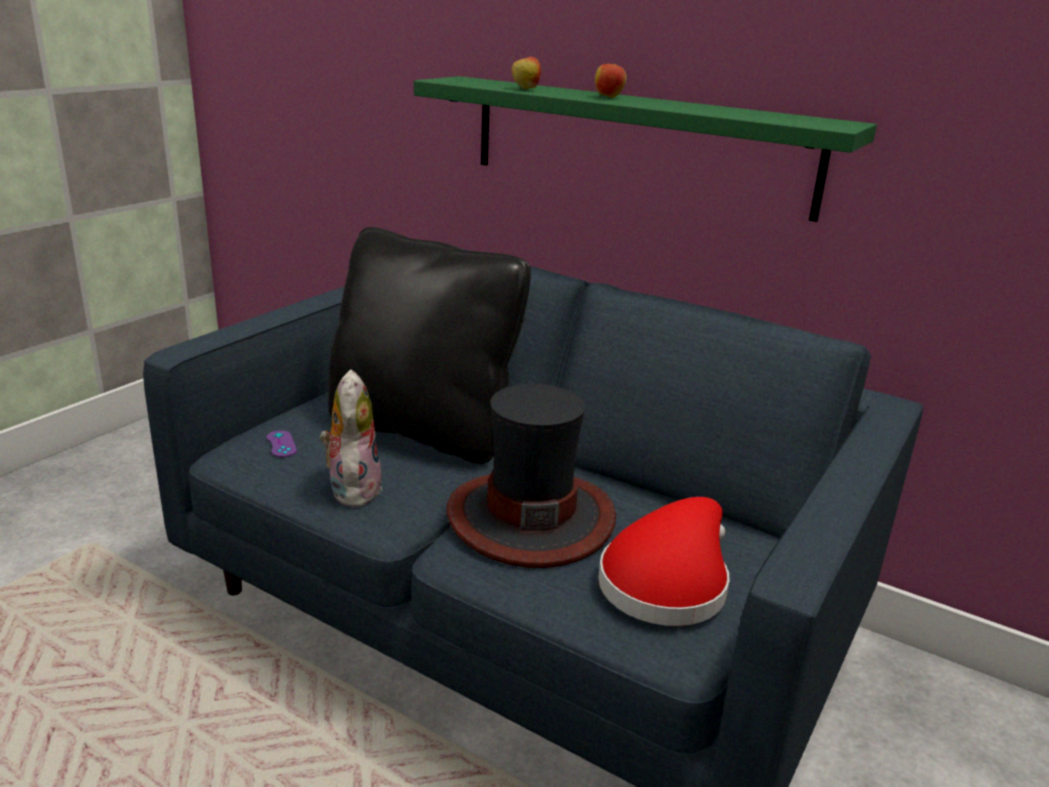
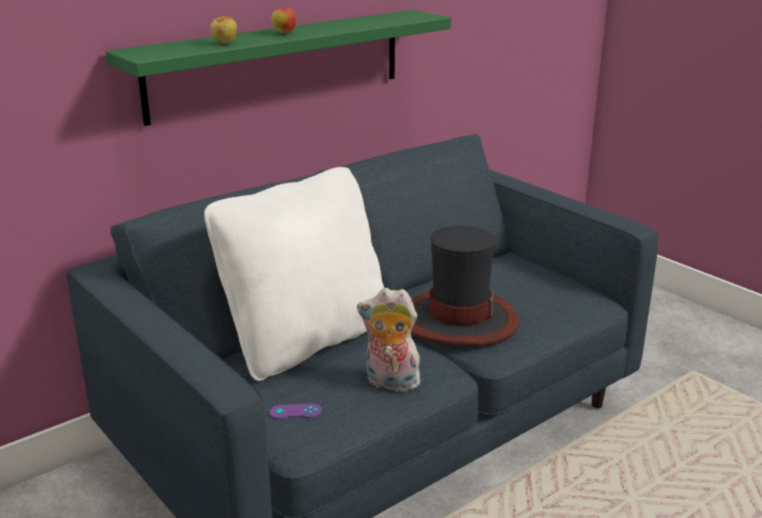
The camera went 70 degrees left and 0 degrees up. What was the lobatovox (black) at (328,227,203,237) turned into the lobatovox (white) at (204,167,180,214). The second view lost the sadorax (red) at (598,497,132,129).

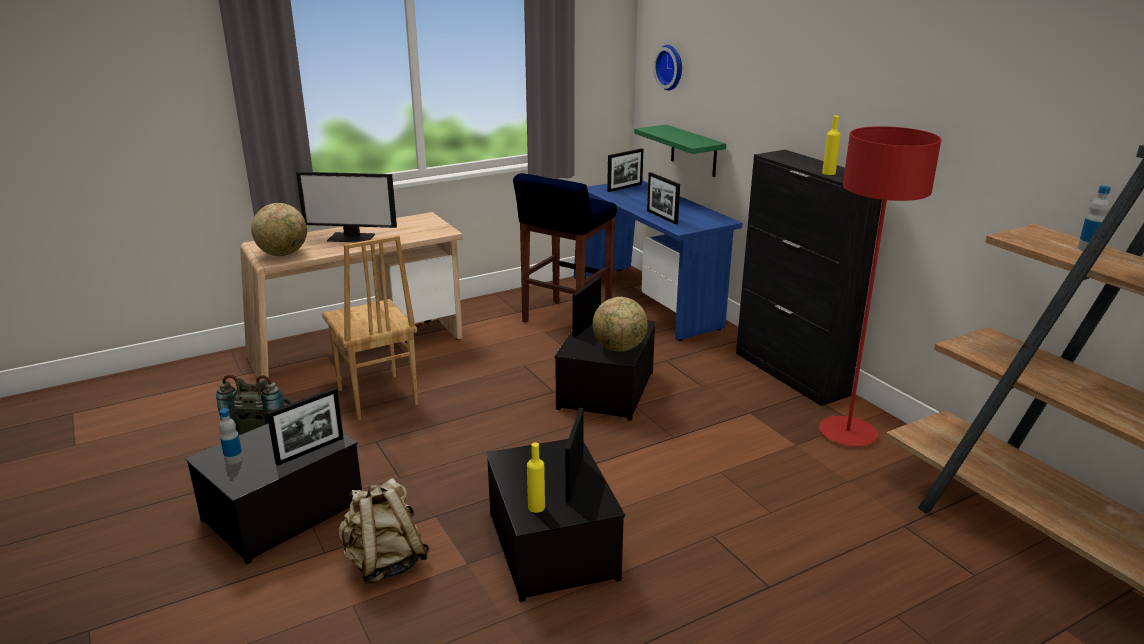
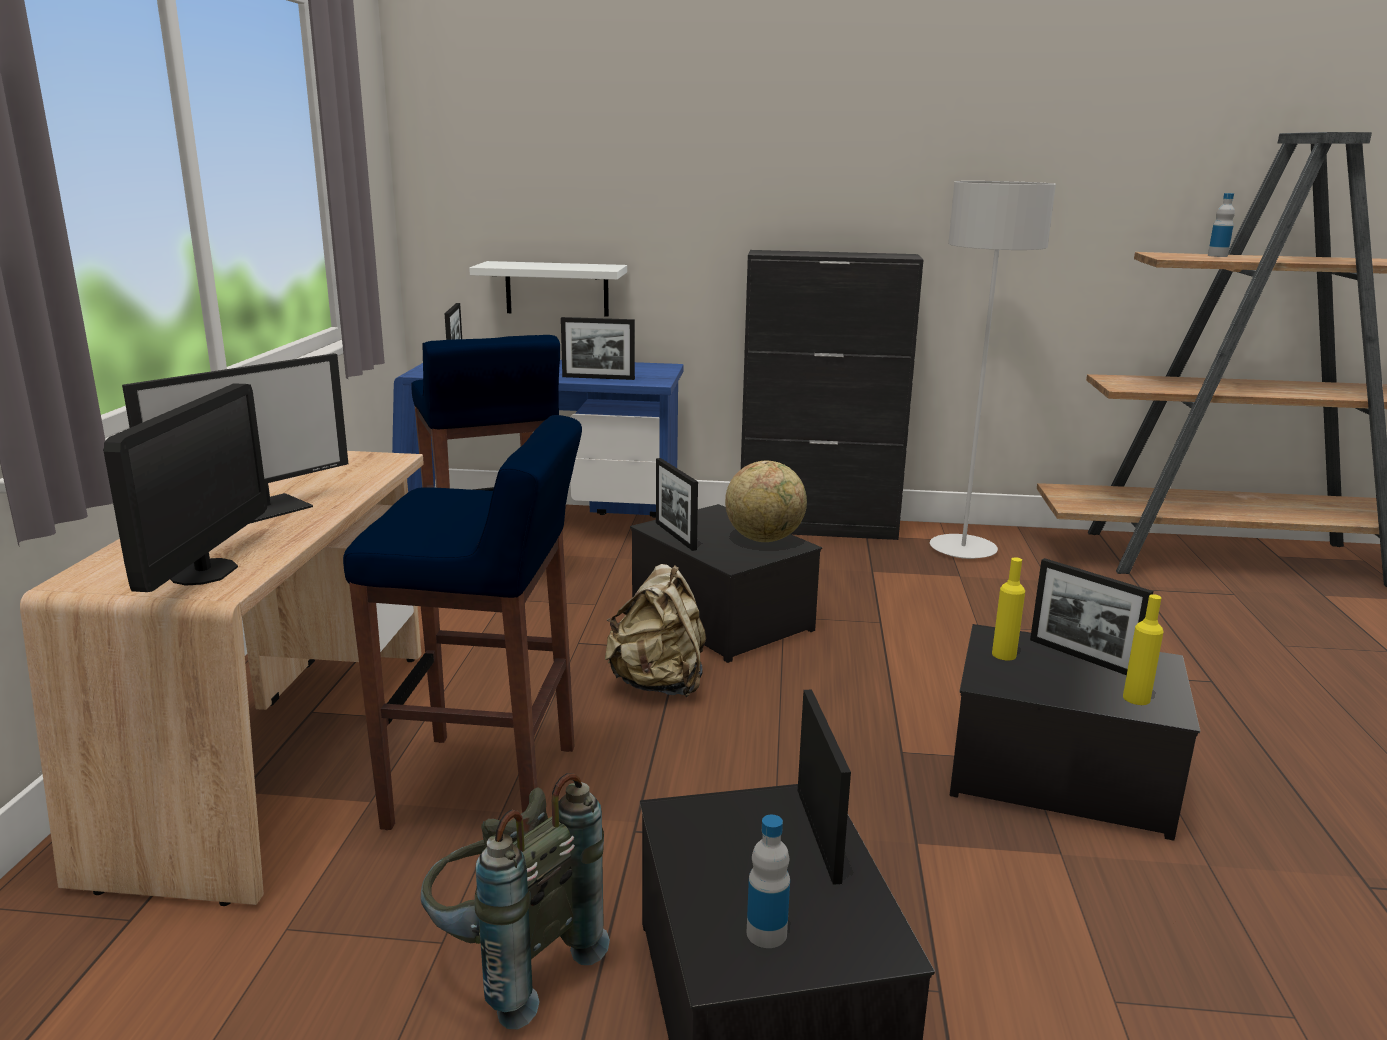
The camera went 55 degrees left and 5 degrees down. Where the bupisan stood at (251,203,56,53), the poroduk came to stand at (103,383,164,209). Where the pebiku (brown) stood at (322,235,96,185), the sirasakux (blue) came to stand at (343,415,239,415). What was the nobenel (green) at (634,125,92,52) turned into the nobenel (white) at (469,261,158,56). The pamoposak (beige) ended up elsewhere, having gone from (339,478,91,106) to (605,564,101,133). What was the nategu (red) at (819,126,123,320) turned into the nategu (grey) at (930,181,126,378). The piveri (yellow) ended up elsewhere, having gone from (822,116,19,59) to (992,557,33,103). The second view lost the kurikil at (653,45,29,46).

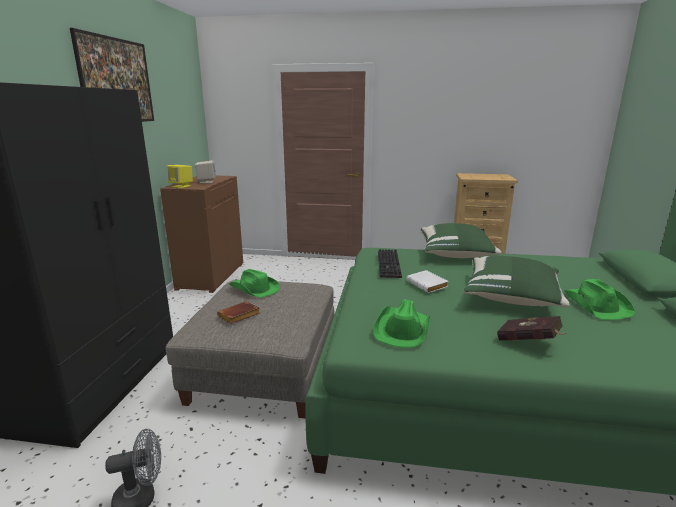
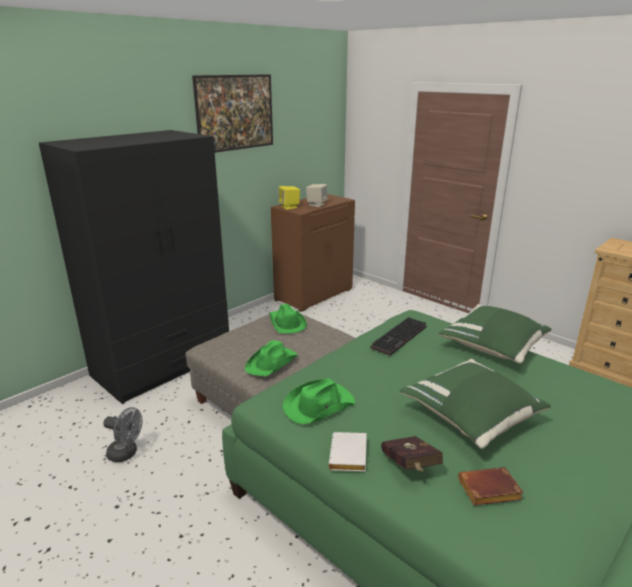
The camera went 35 degrees right and 5 degrees up. The sadorax (green) ended up elsewhere, having gone from (564,279,71,41) to (244,340,54,36). The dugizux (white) ended up elsewhere, having gone from (406,270,43,23) to (328,432,39,40). The dugizux (brown) ended up elsewhere, having gone from (217,301,43,23) to (458,467,66,38).

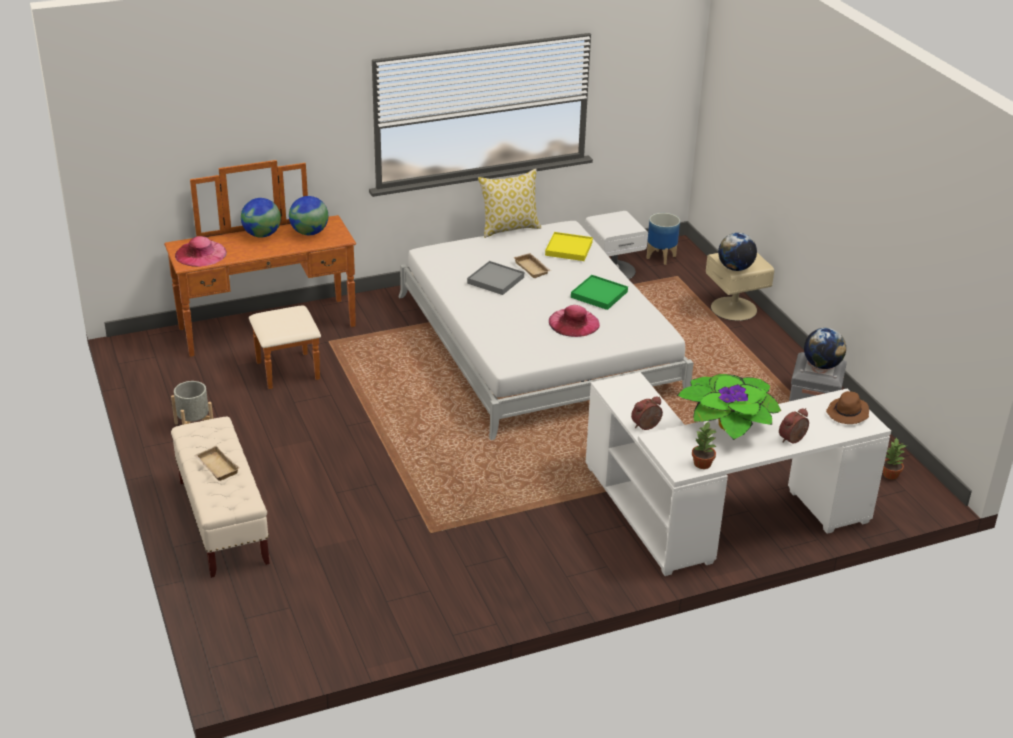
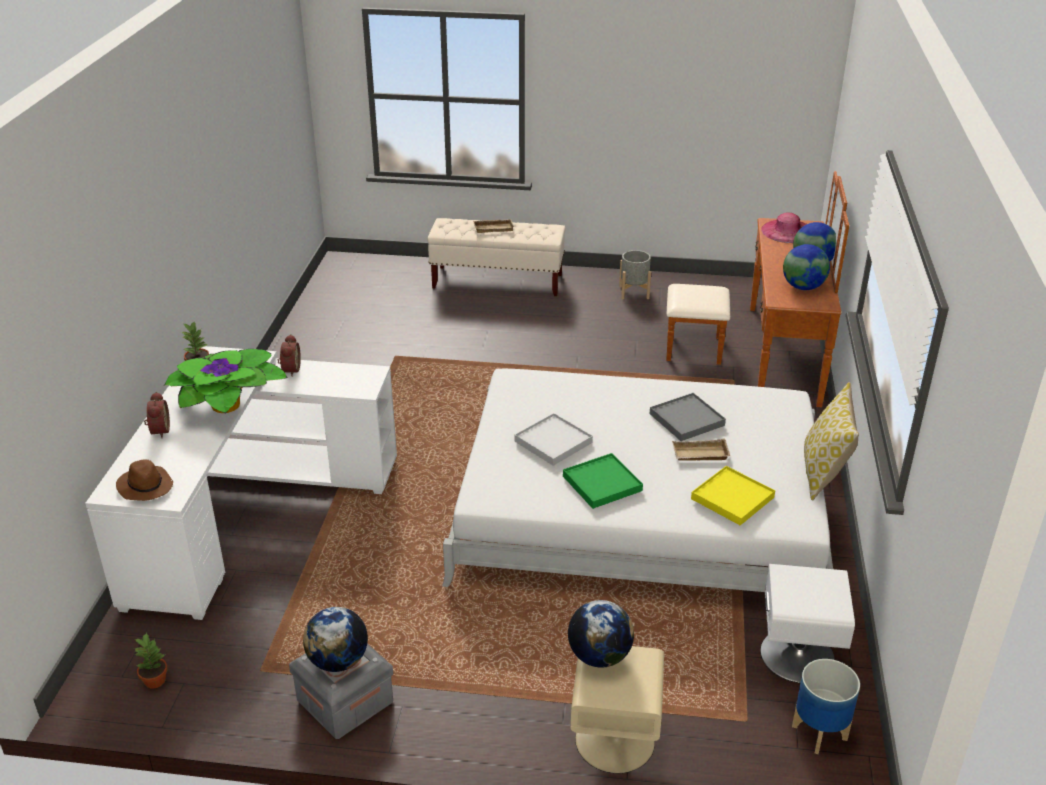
The camera went 120 degrees right and 0 degrees up. Where the sadorax (pink) stood at (548,305,52,32), the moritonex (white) came to stand at (514,413,79,53).

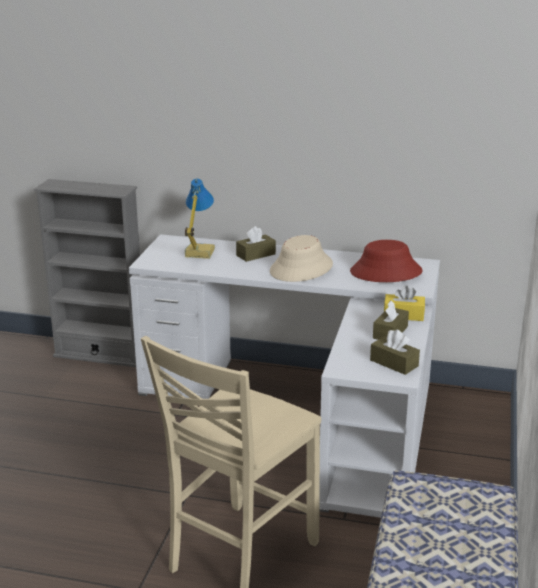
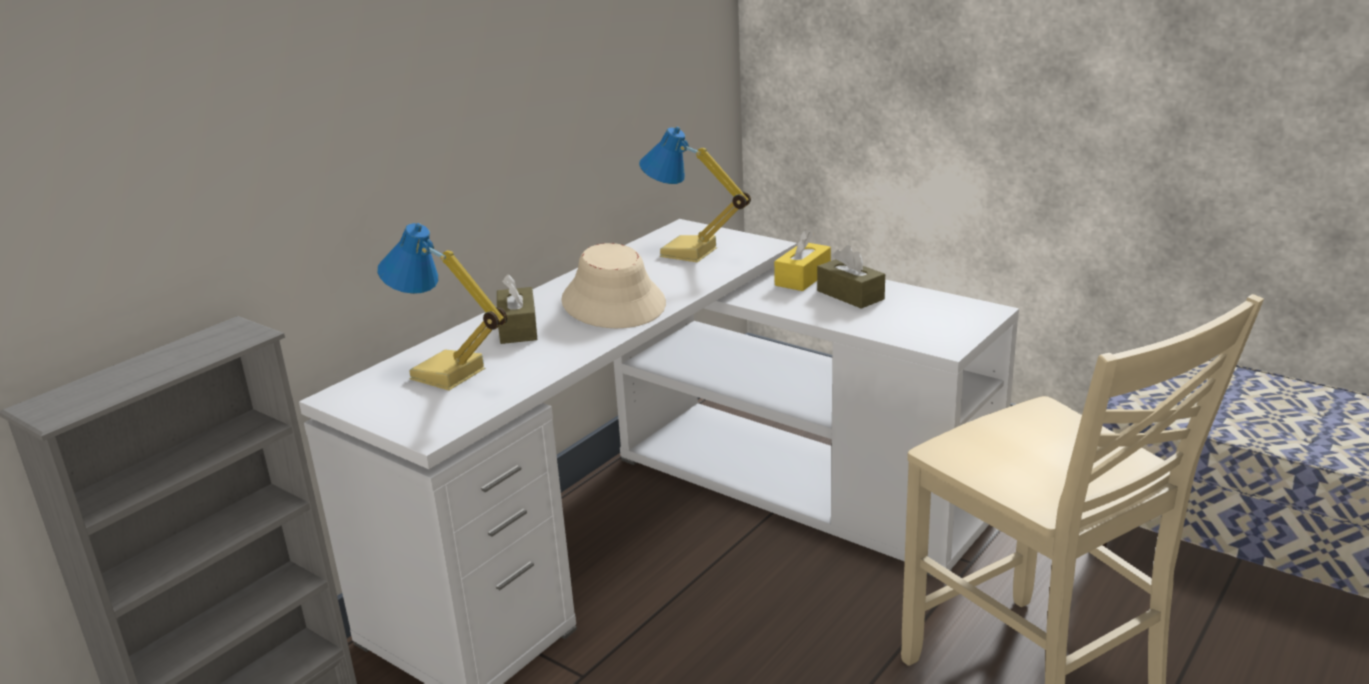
The camera went 65 degrees left and 0 degrees up. Where the sadorax (red) stood at (350,240,73,42), the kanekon came to stand at (639,127,112,136). The second view lost the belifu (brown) at (370,330,50,45).

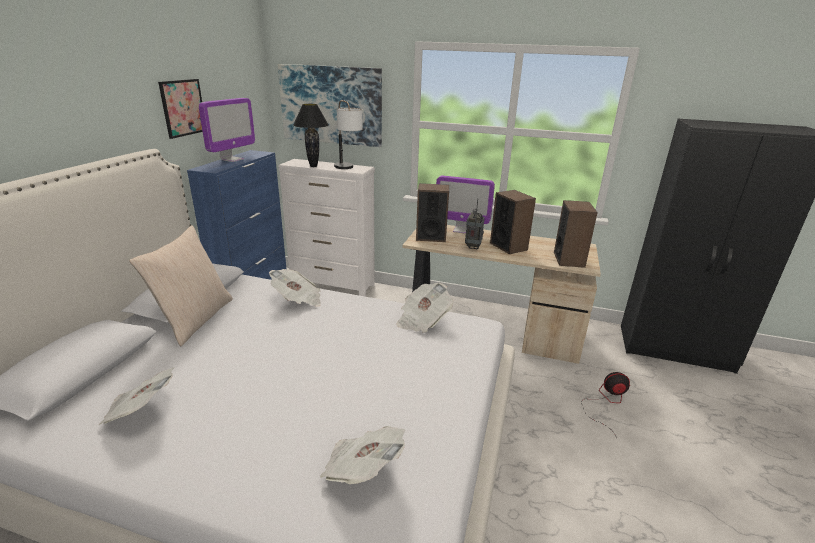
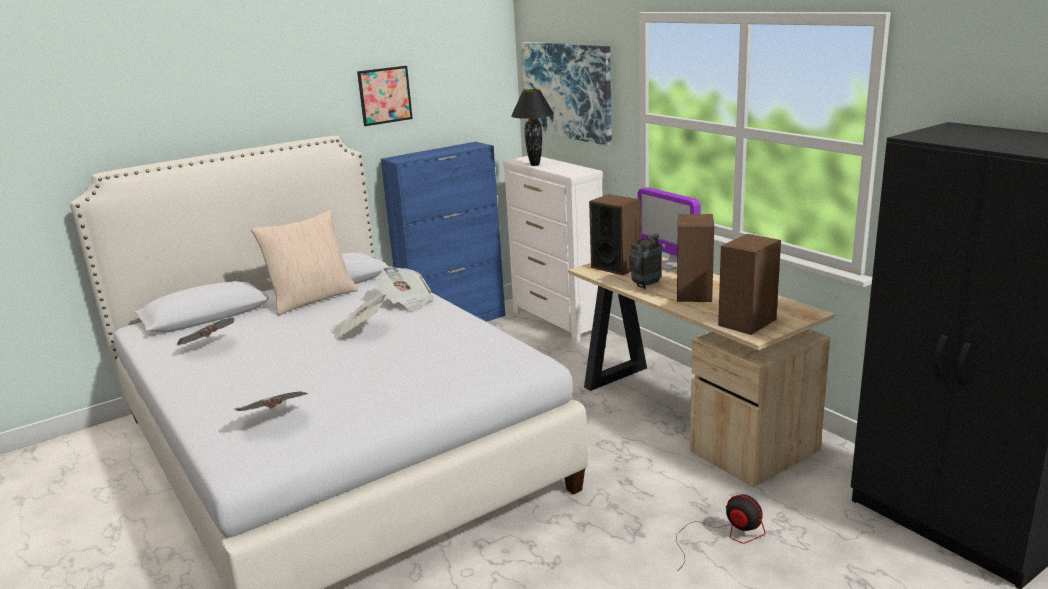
The camera went 40 degrees right and 5 degrees down. The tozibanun ended up elsewhere, having gone from (396,283,57,50) to (331,294,56,44). The second view lost the poroduk at (199,98,56,64). The second view lost the kanekon at (334,100,29,69).

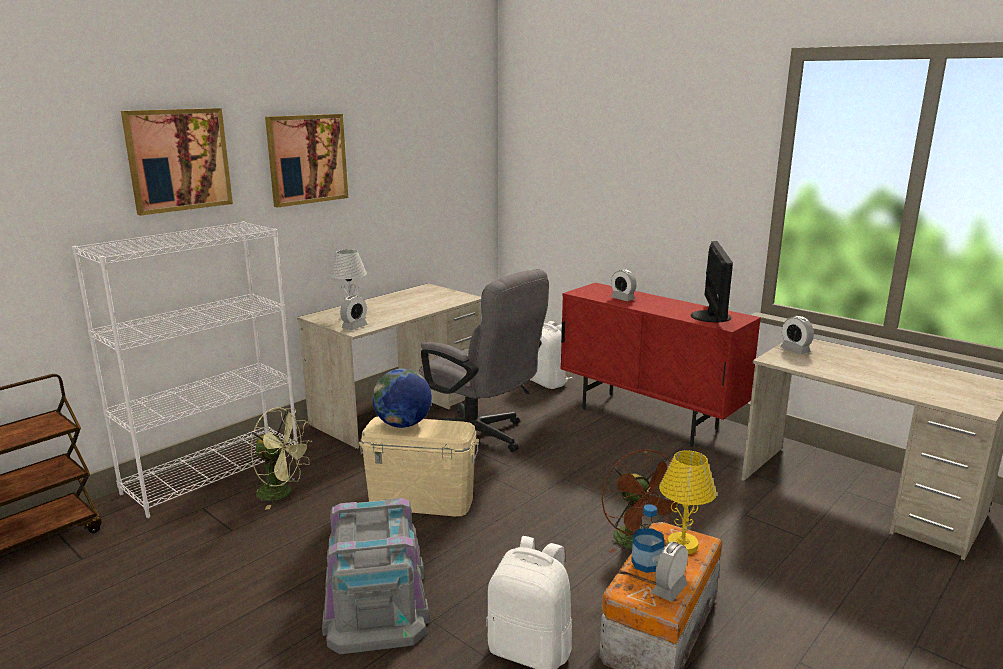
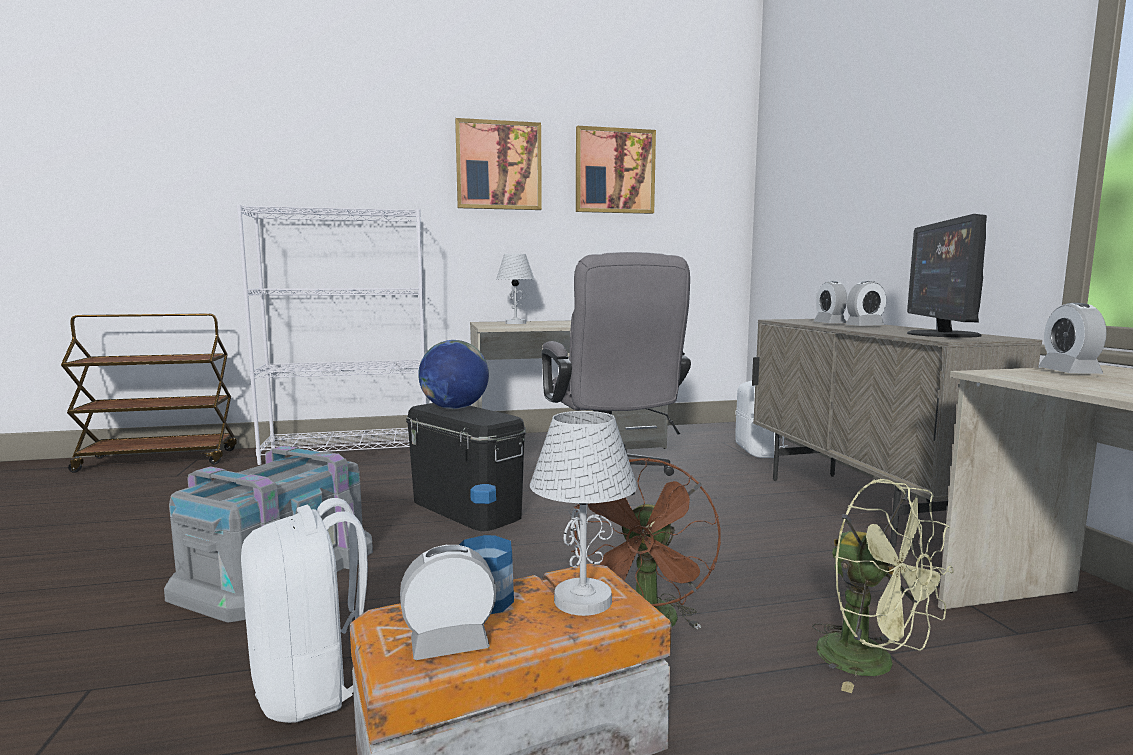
The camera went 35 degrees right and 10 degrees down. What was the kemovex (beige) at (359,416,120,100) turned into the kemovex (black) at (406,403,120,128). What was the kanekon (yellow) at (659,450,58,104) turned into the kanekon (white) at (530,411,107,205). The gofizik ended up elsewhere, having gone from (121,108,112,108) to (576,126,80,88). What was the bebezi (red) at (560,283,201,164) turned into the bebezi (beige) at (752,319,290,229). The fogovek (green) ended up elsewhere, having gone from (250,408,62,102) to (812,479,142,214). The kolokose ended up elsewhere, having gone from (340,295,28,35) to (846,281,40,45). The poroduk at (691,241,42,81) ended up facing another way, 150 degrees clockwise from before.

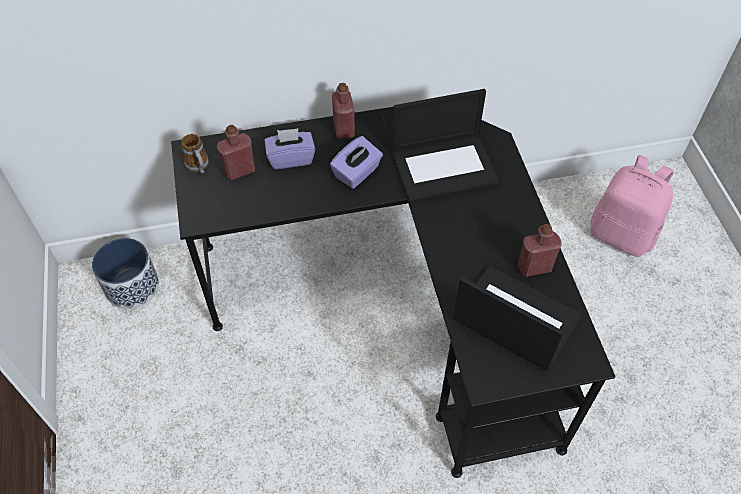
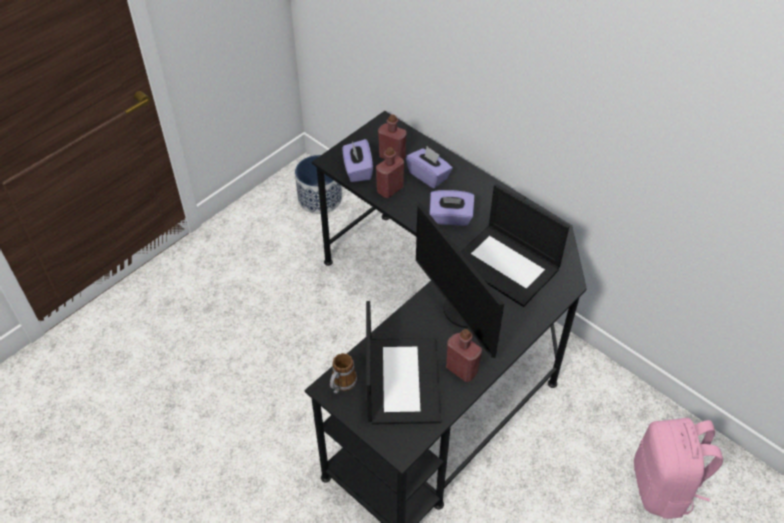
The camera went 55 degrees right and 5 degrees down. The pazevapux ended up elsewhere, having gone from (181,134,28,40) to (330,353,27,41). The second view gained the belifu (purple) at (343,139,30,43). The piveri (red) ended up elsewhere, having gone from (332,83,23,56) to (376,147,28,51). The second view gained the poroduk at (416,202,88,156).

